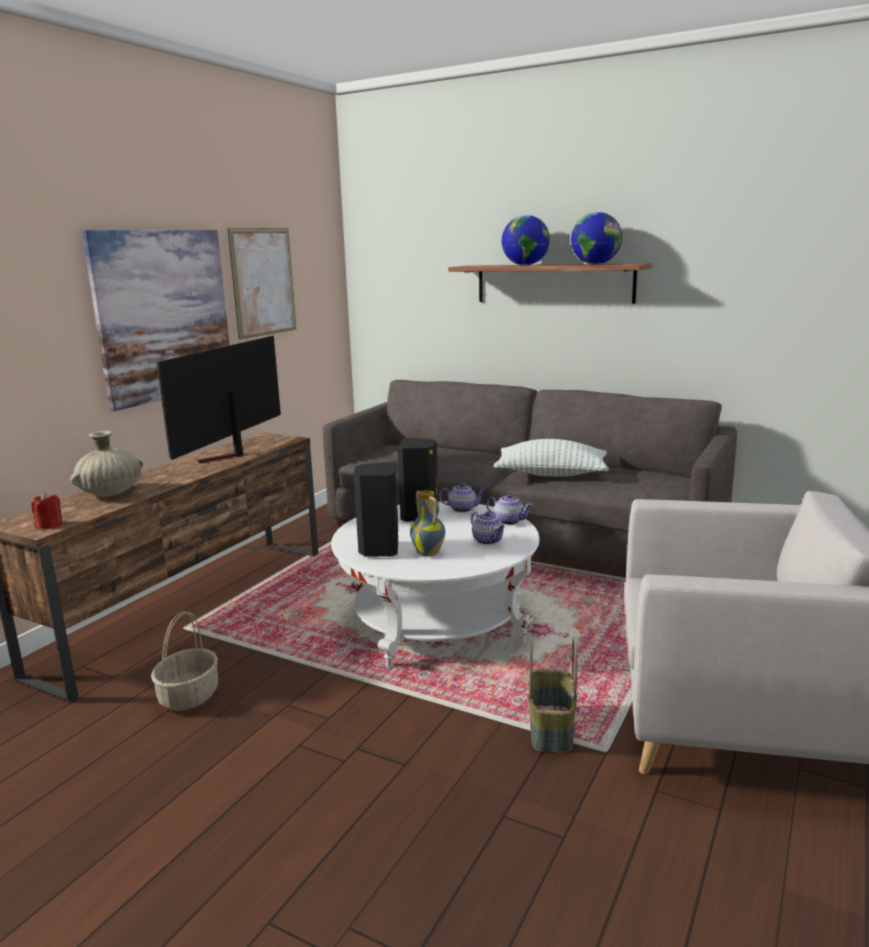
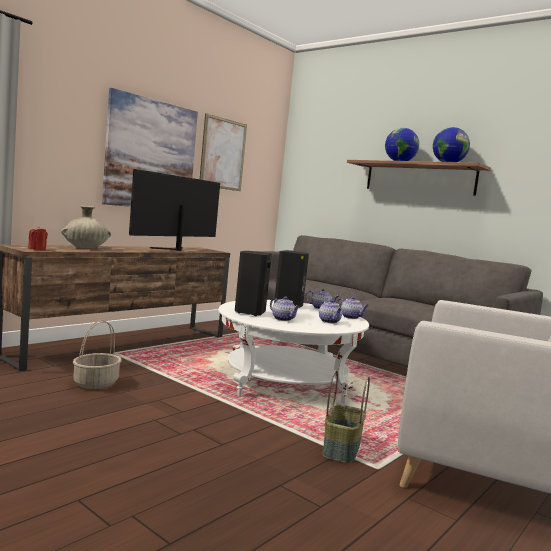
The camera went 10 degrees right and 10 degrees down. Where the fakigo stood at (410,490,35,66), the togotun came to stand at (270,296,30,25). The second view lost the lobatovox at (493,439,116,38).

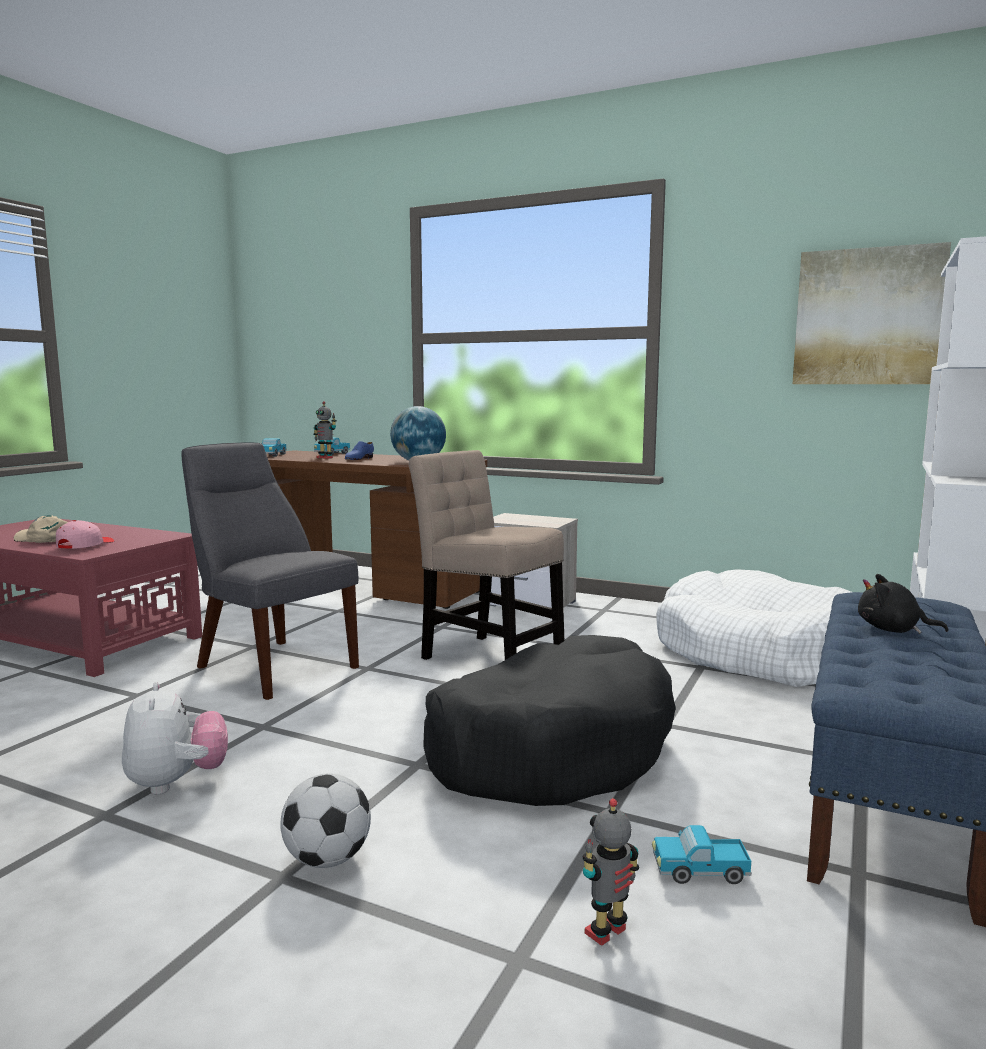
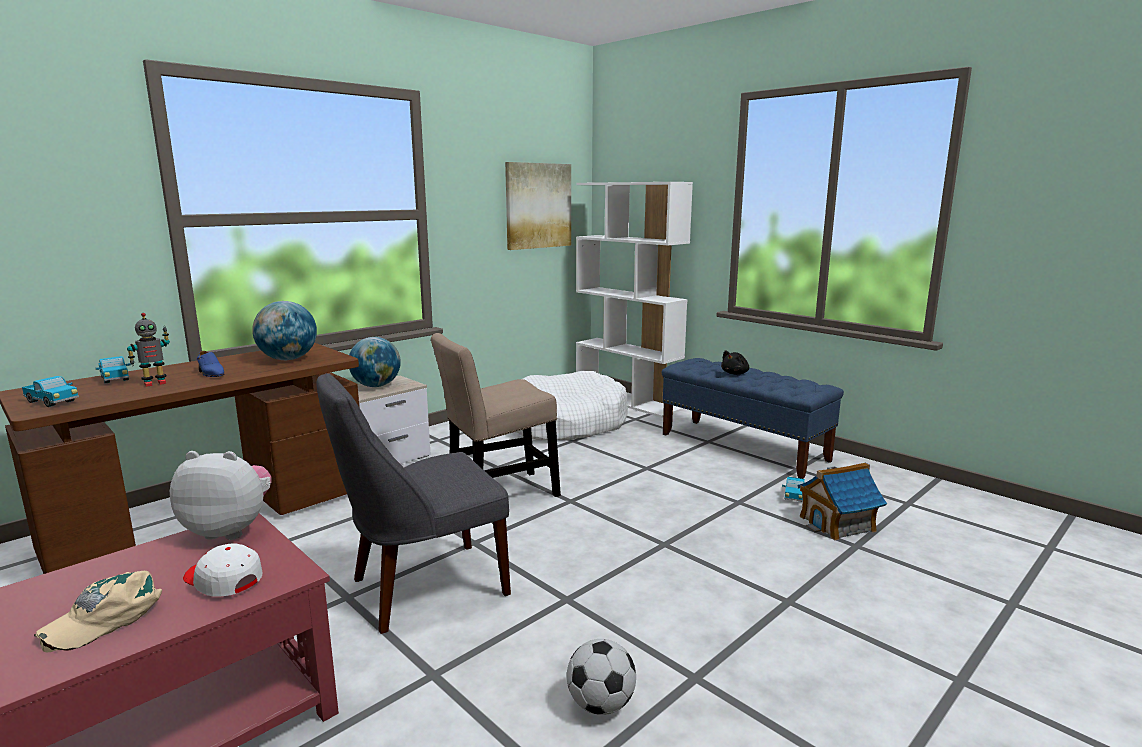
The camera went 70 degrees left and 5 degrees up. The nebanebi ended up elsewhere, having gone from (122,682,106,113) to (170,451,102,89). What was the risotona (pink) at (56,520,58,29) turned into the risotona (white) at (183,543,79,54). The second view gained the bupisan at (349,337,52,50). The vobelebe ended up elsewhere, having gone from (280,773,91,95) to (567,639,69,76). Where the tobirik stood at (583,798,56,148), the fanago came to stand at (798,463,89,77). The second view lost the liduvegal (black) at (423,635,253,171).

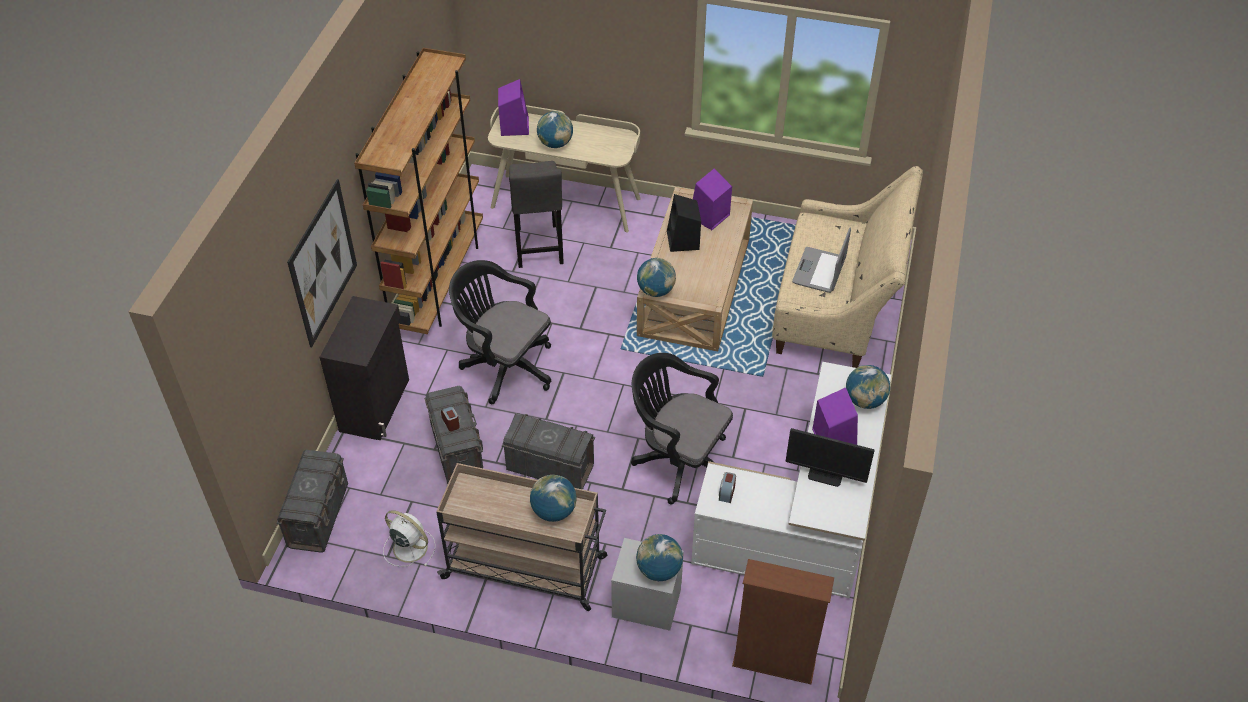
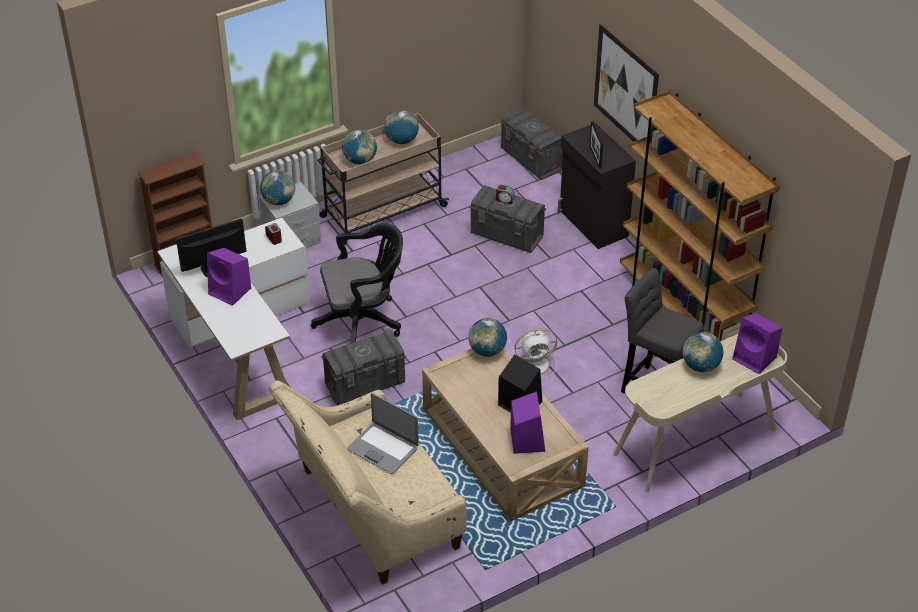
The camera went 135 degrees right and 5 degrees down. The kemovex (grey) ended up elsewhere, having gone from (502,413,93,77) to (321,331,85,74). The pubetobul at (792,227,59,66) ended up facing another way, 150 degrees clockwise from before. The bupisan ended up elsewhere, having gone from (846,365,44,44) to (384,110,35,34). The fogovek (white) ended up elsewhere, having gone from (383,510,53,57) to (514,328,43,51). The second view gained the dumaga at (589,121,14,48). The second view lost the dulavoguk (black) at (449,260,102,144).

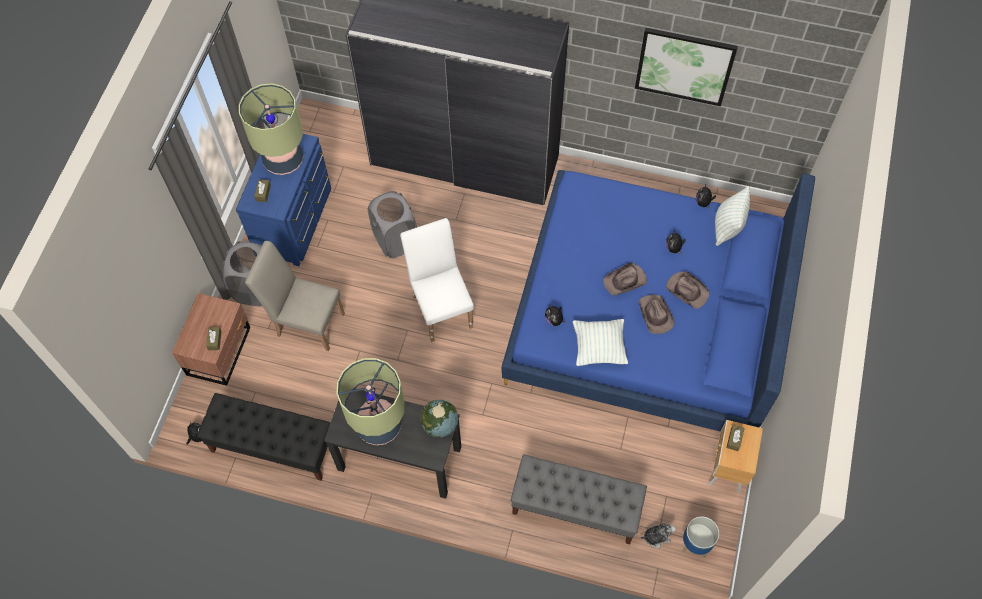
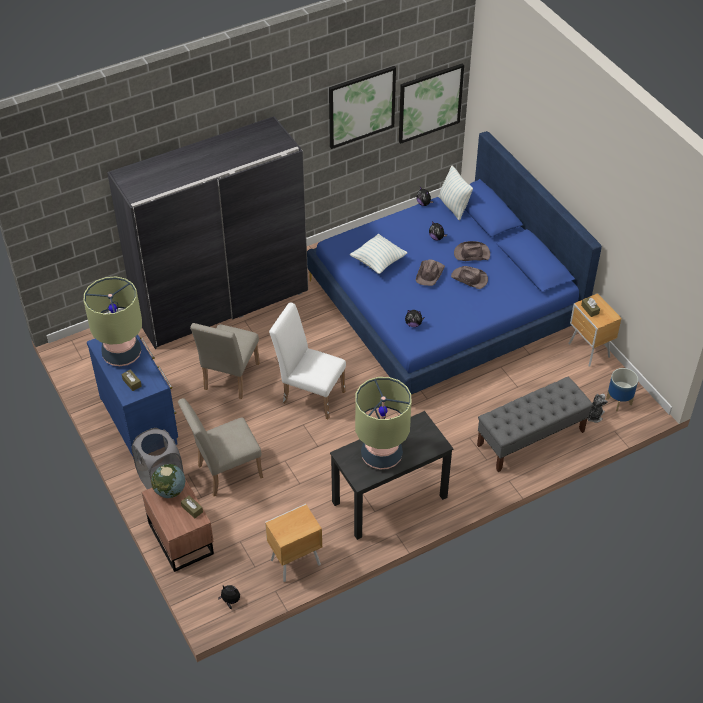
The camera went 45 degrees left and 15 degrees down. The bupisan ended up elsewhere, having gone from (420,400,38,38) to (151,464,34,34). Where the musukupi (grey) stood at (368,191,49,67), the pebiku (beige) came to stand at (190,323,70,76). Where the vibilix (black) stood at (197,393,134,88), the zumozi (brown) came to stand at (265,504,57,78). The lobatovox ended up elsewhere, having gone from (572,319,56,47) to (350,234,57,40). The second view gained the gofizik at (399,63,65,81).

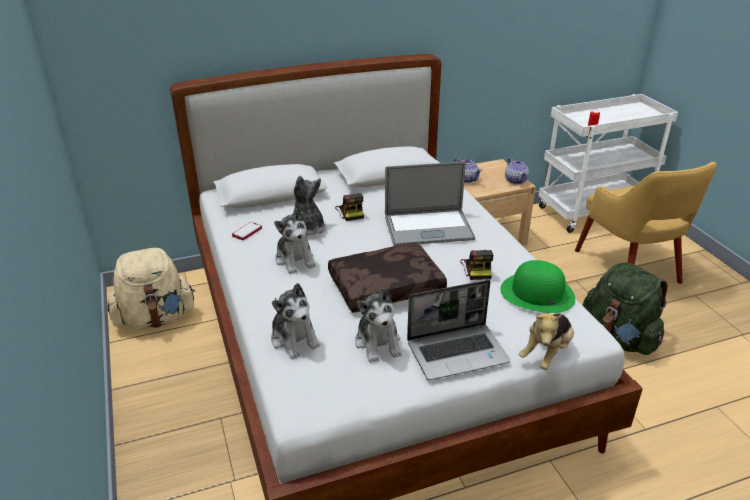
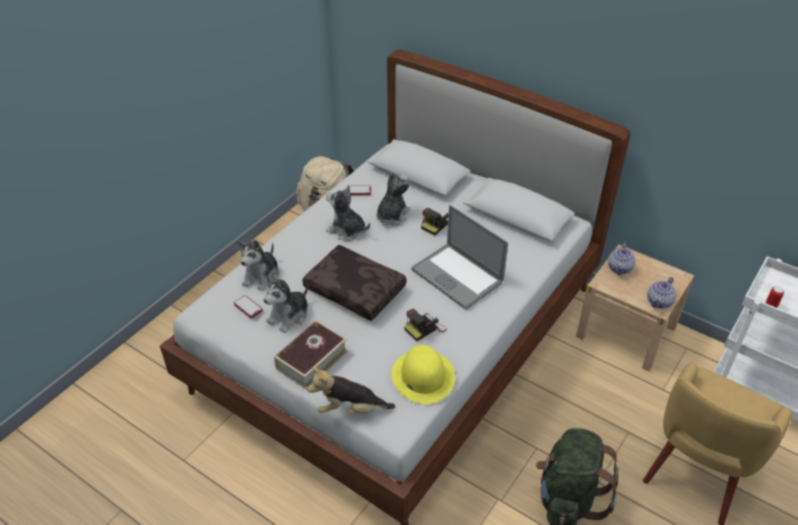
The camera went 55 degrees right and 10 degrees up. The second view gained the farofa at (234,295,29,23). Where the pubetobul stood at (407,280,103,100), the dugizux came to stand at (274,320,74,70). The nebanebi at (274,209,42,65) ended up facing another way, 90 degrees clockwise from before. What was the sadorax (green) at (500,260,75,53) turned into the sadorax (yellow) at (392,345,63,59).

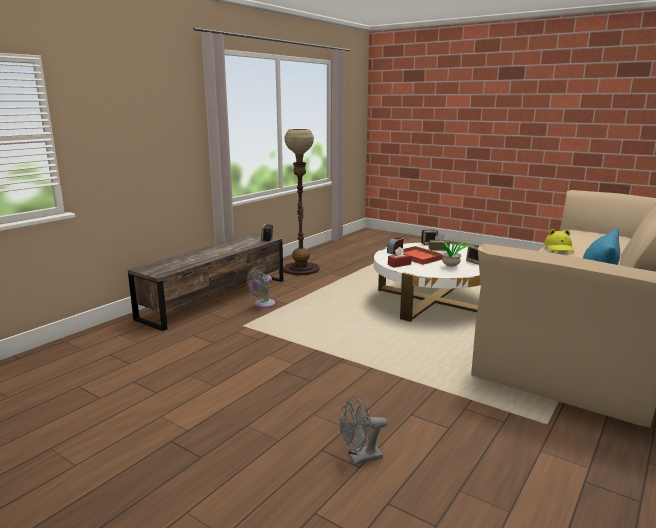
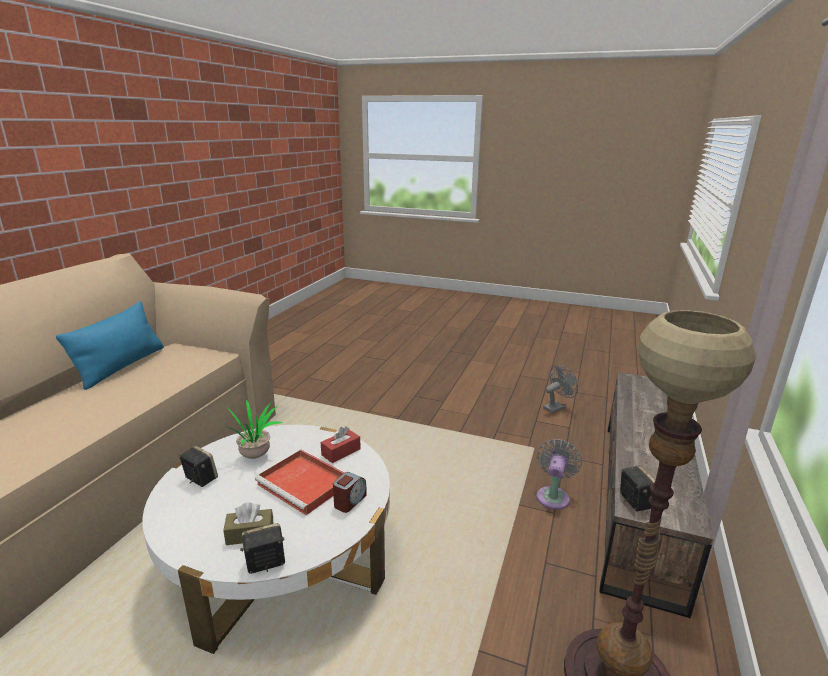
The camera went 165 degrees right and 5 degrees up. The fogovek (grey) ended up elsewhere, having gone from (340,396,47,69) to (543,365,35,48). The second view lost the sadorax (yellow) at (544,229,30,23).

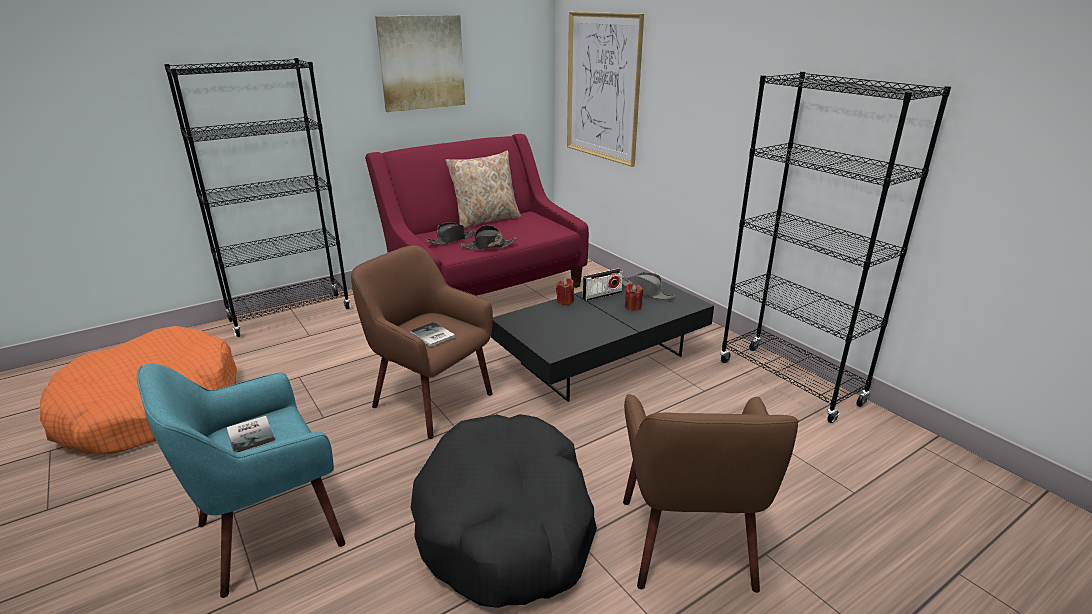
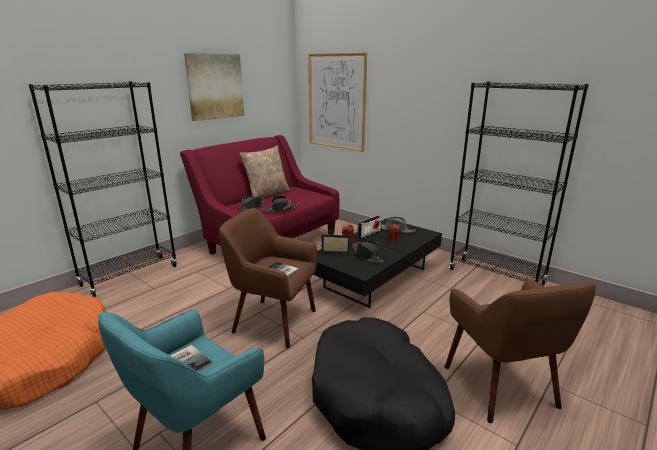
The camera went 15 degrees left and 5 degrees down. The second view gained the dumaga at (321,234,29,20). The second view gained the sadorax (black) at (352,240,32,23).

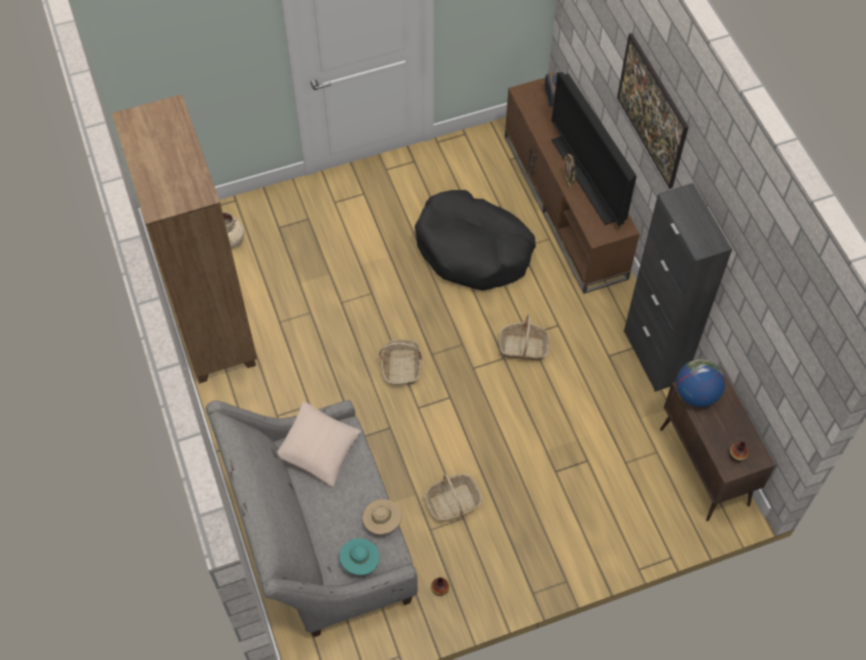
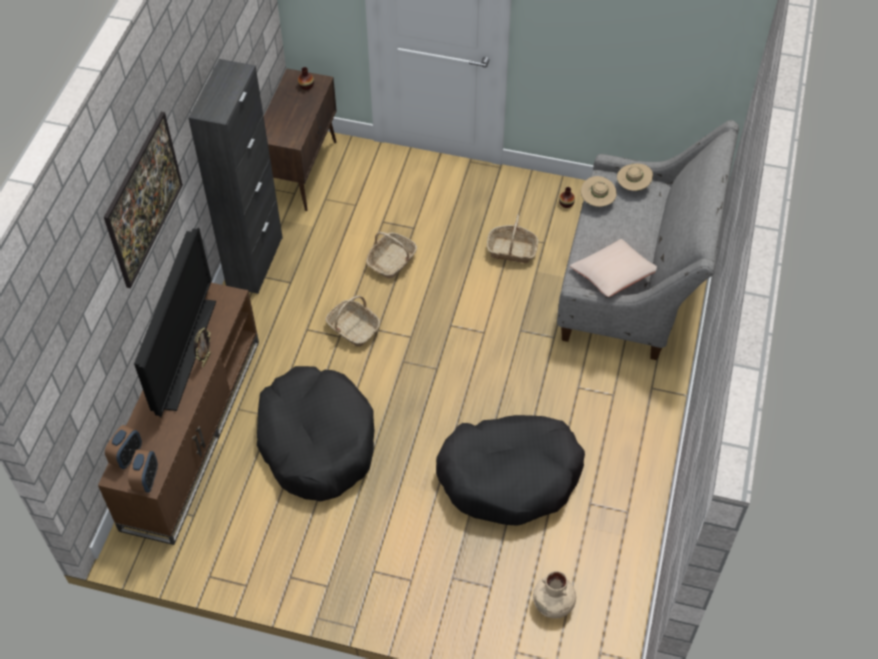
The camera went 145 degrees left and 5 degrees down. The second view gained the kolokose at (128,449,30,44). The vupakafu ended up elsewhere, having gone from (379,340,43,45) to (366,232,51,47). The second view gained the liduvegal (black) at (436,415,149,111). What was the sadorax (turquoise) at (339,538,41,37) turned into the sadorax (beige) at (617,163,36,28). The second view lost the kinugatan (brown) at (111,94,146,289). The second view lost the bupisan at (676,359,49,48).

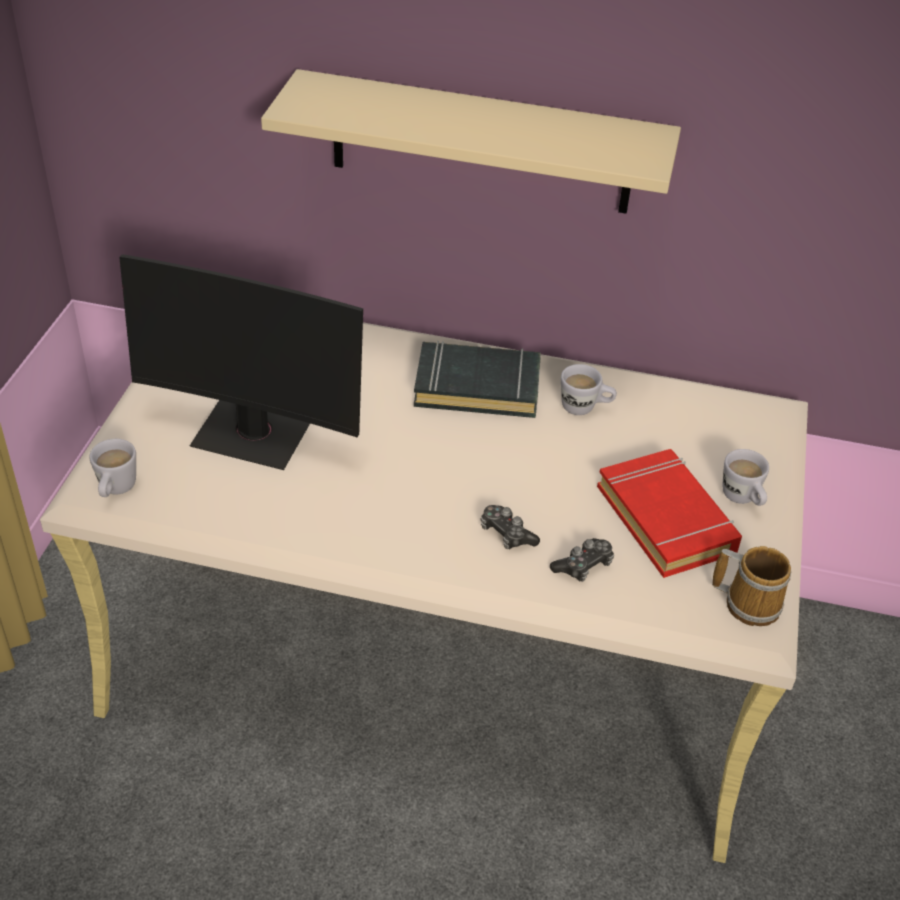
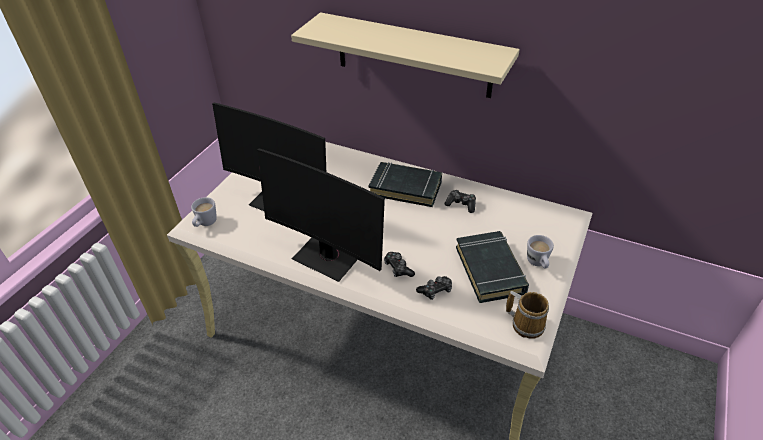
The camera went 15 degrees right and 0 degrees up. The second view gained the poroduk at (257,148,128,134). Where the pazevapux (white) stood at (561,364,56,51), the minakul came to stand at (445,190,31,23). What was the dugizux (red) at (597,449,145,129) turned into the dugizux (black) at (456,231,73,72).

